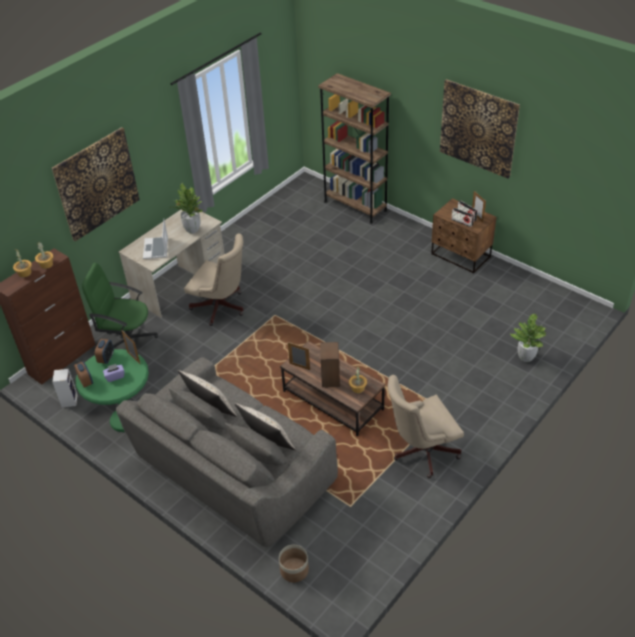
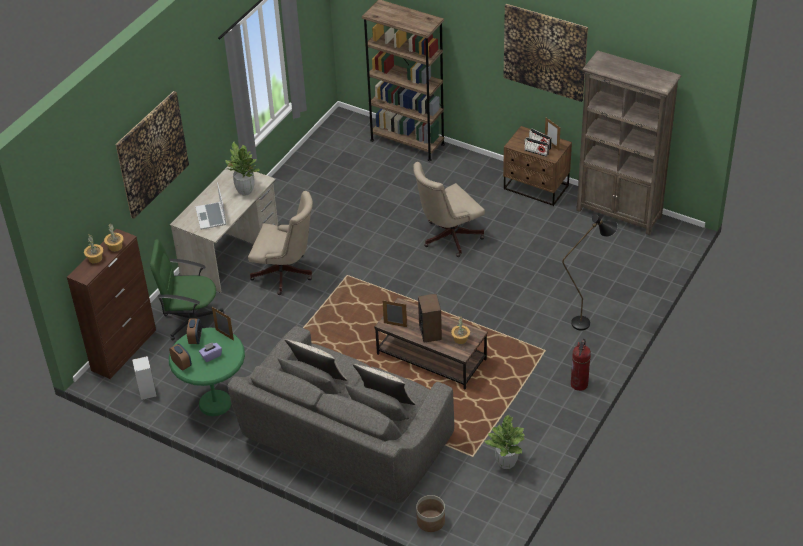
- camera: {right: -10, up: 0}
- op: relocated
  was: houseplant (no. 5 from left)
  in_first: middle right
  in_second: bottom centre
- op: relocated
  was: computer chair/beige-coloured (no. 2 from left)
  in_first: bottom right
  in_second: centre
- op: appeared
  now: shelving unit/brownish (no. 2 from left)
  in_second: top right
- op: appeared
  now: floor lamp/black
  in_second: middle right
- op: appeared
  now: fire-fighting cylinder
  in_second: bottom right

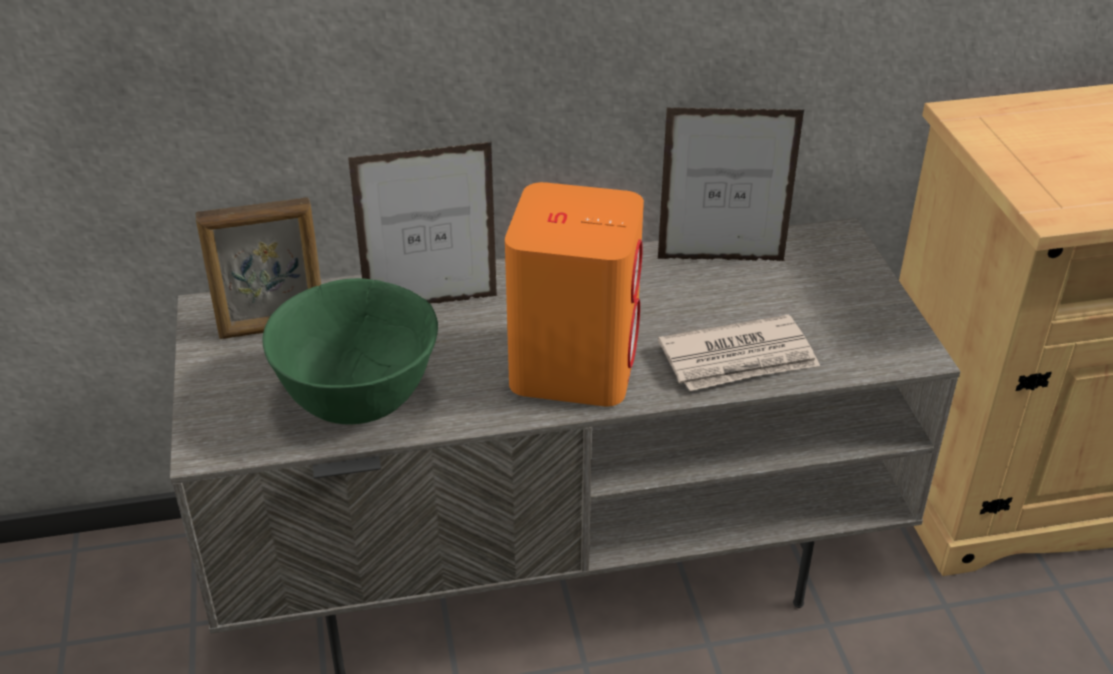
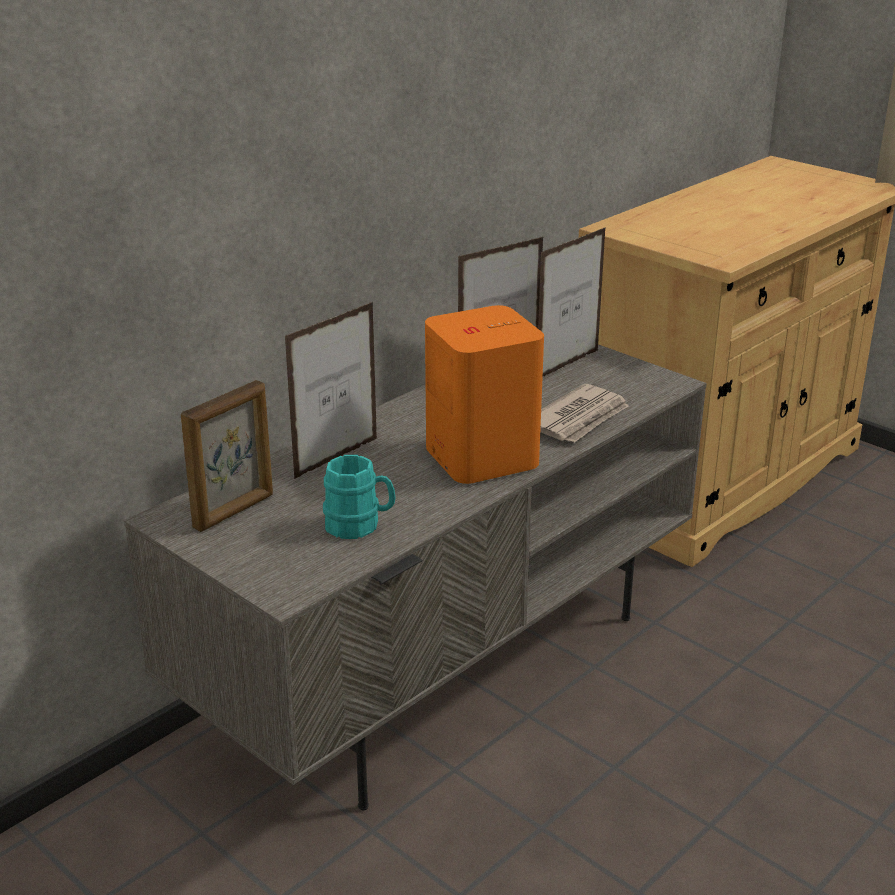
- camera: {right: -35, up: -10}
- op: exchanged
  was: bowl/greenish
  now: tea mug/turquoise-coloured
  in_first: middle left
  in_second: centre
- op: appeared
  now: picture frame (no. 4 from left)
  in_second: centre

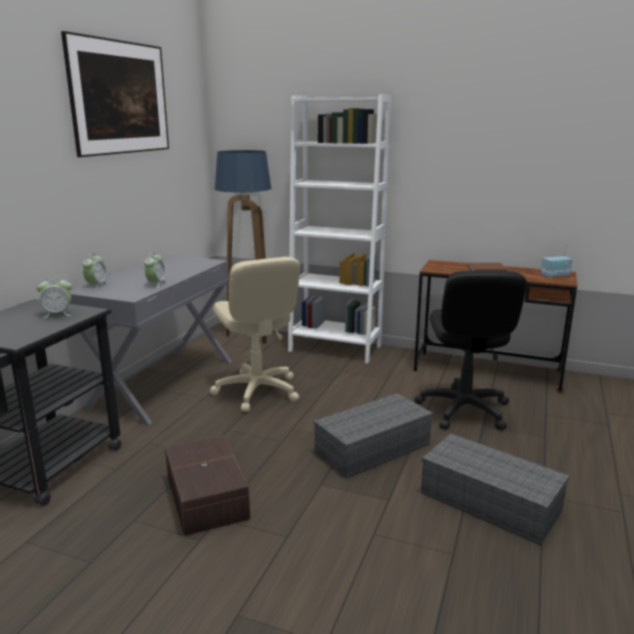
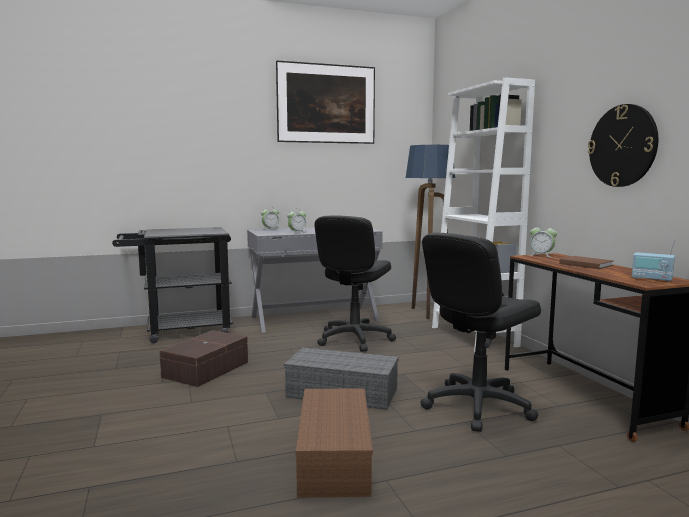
- camera: {right: 50, up: -10}
- op: colour
  was: computer chair/beige-coloured
  now: computer chair/black (no. 1 from left)
  in_first: centre
  in_second: centre
- op: relocated
  was: bedside clock (no. 1 from left in the first image)
  now: bedside clock (no. 3 from left)
  in_first: middle left
  in_second: middle right
- op: colour
  was: storage box/greyish (no. 2 from left)
  now: storage box/brownish (no. 2 from left)
  in_first: bottom right
  in_second: bottom centre
- op: appeared
  now: wall clock
  in_second: top right

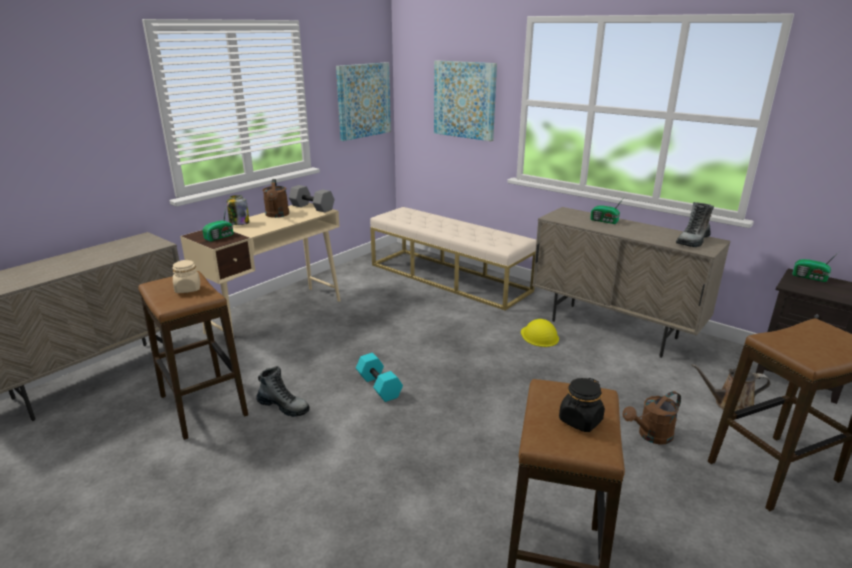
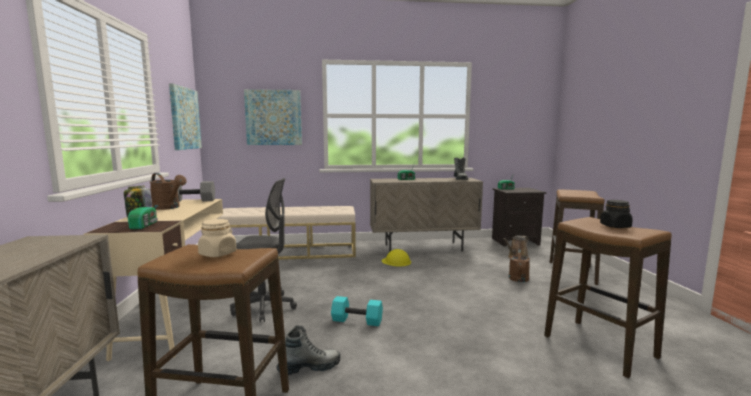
- camera: {right: -45, up: -15}
- op: appeared
  now: computer chair/greyish
  in_second: centre

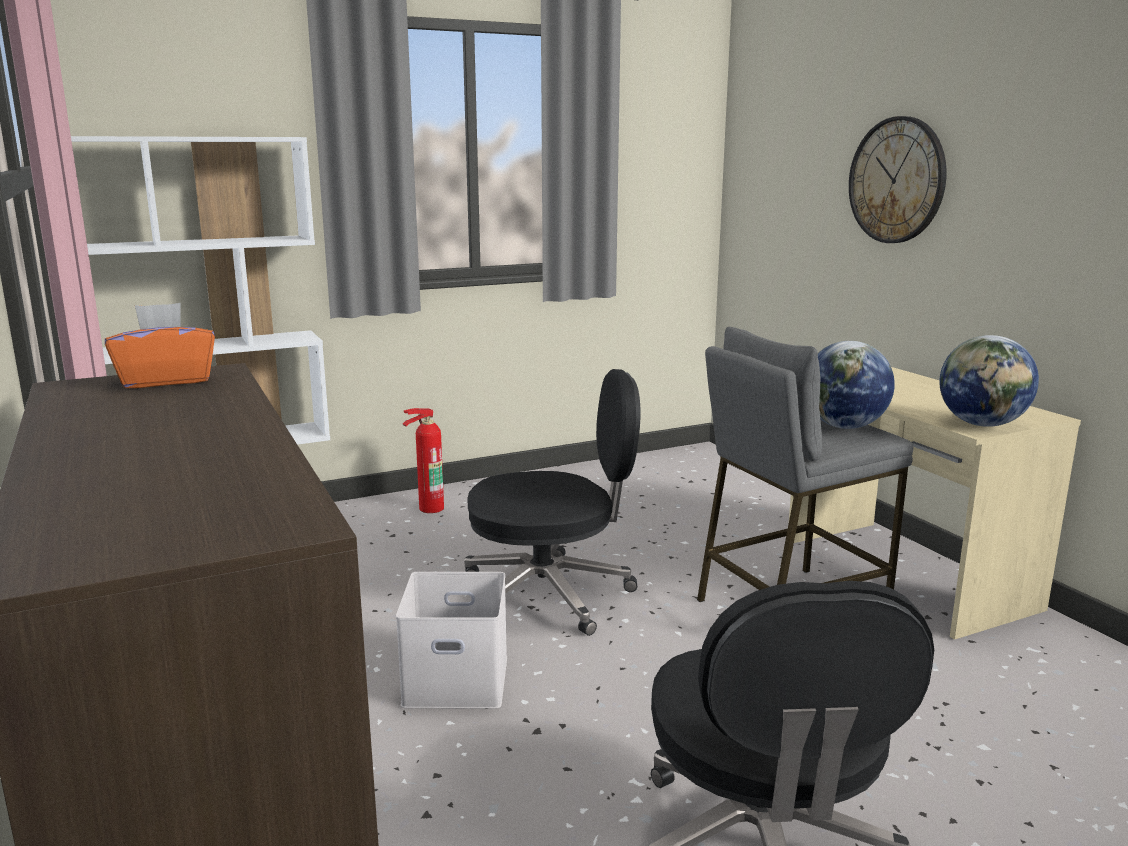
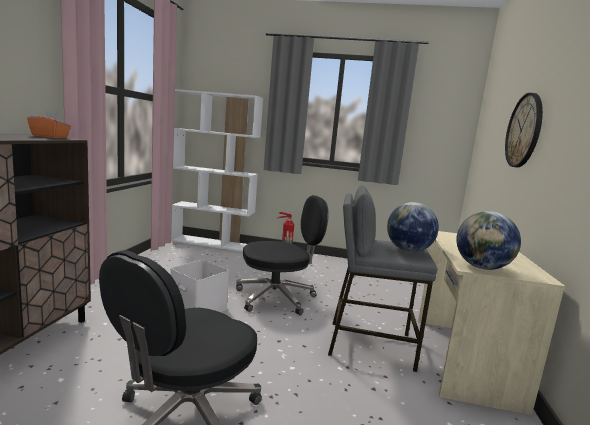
- camera: {right: 35, up: -5}
- op: spun
  was: computer chair/black (no. 1 from left in the first image)
  in_first: centre
  in_second: centre
  clockwise: -45

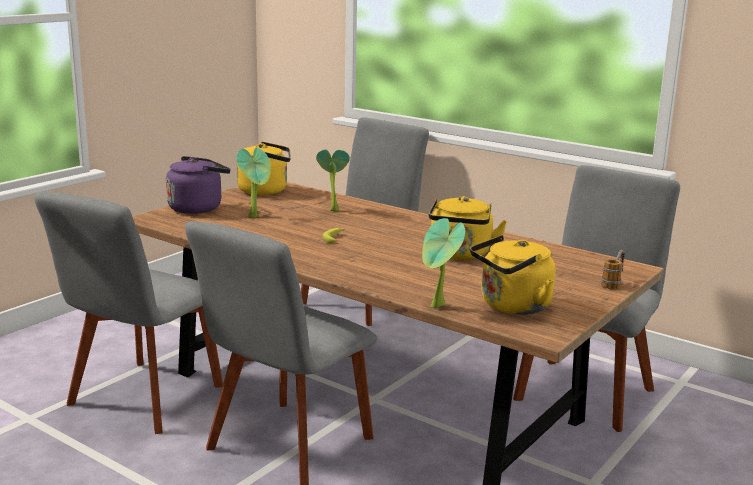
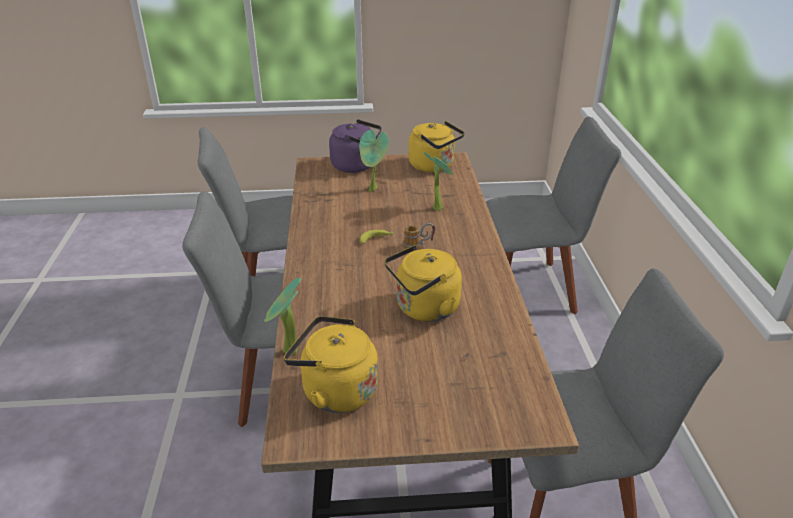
- camera: {right: 50, up: 15}
- op: relocated
  was: tea mug
  in_first: middle right
  in_second: centre

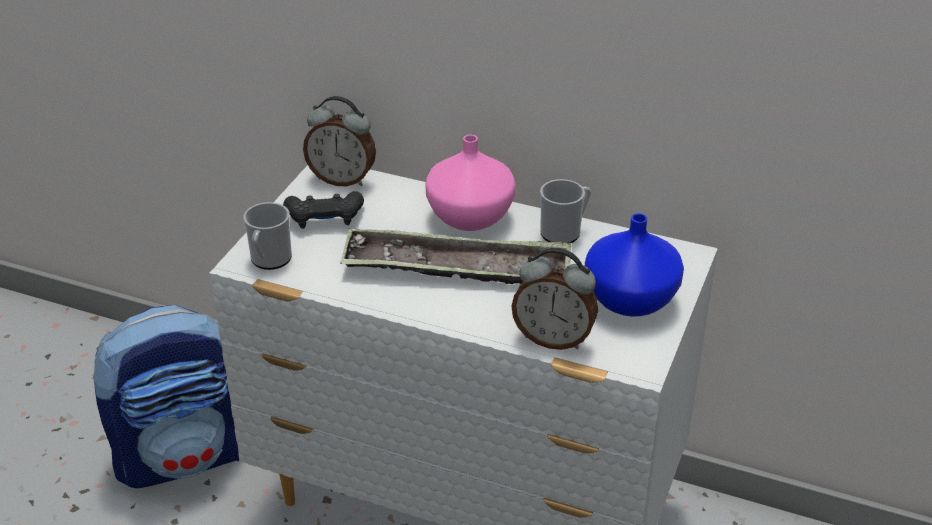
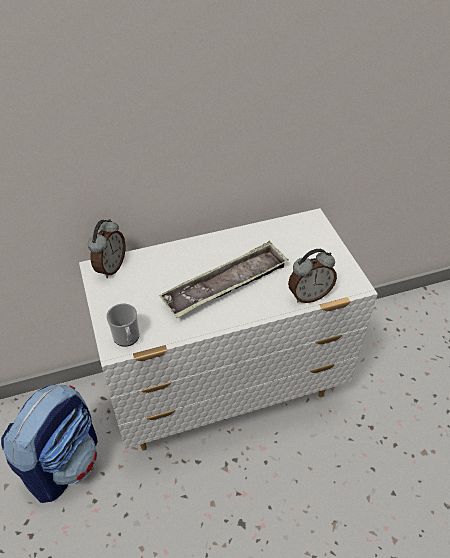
- camera: {right: -40, up: 10}
- op: spun
  was: bedside clock (no. 1 from left)
  in_first: top centre
  in_second: middle left
  clockwise: -45
- op: missing
  was: vase/pinkish
  in_first: centre
- op: missing
  was: tea mug (no. 2 from left)
  in_first: centre
- op: missing
  was: joypad/black
  in_first: centre
- op: missing
  was: vase/blue-coloured
  in_first: middle right

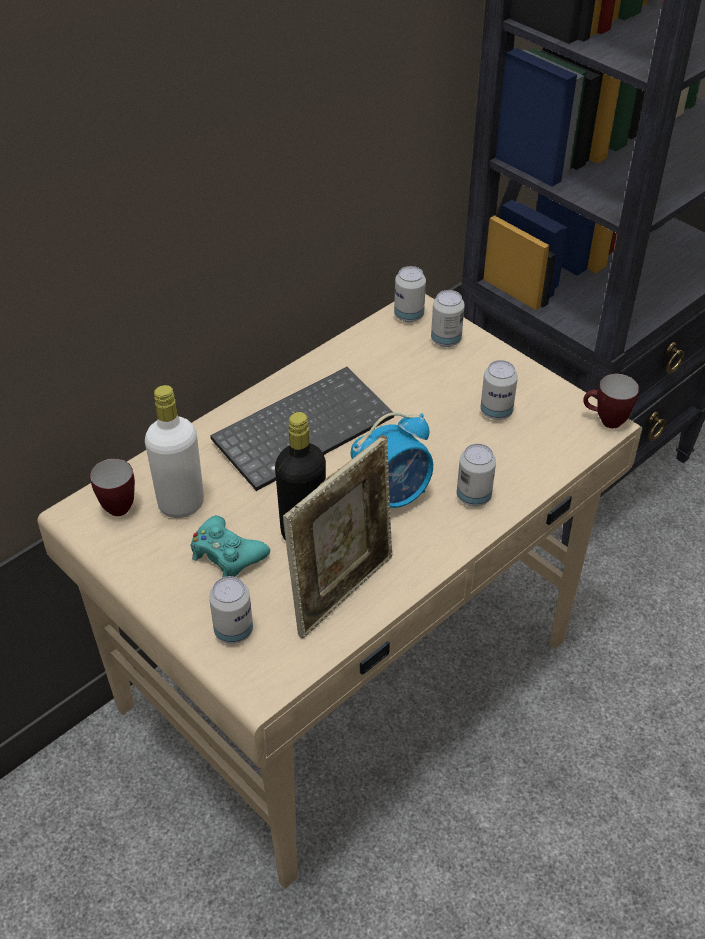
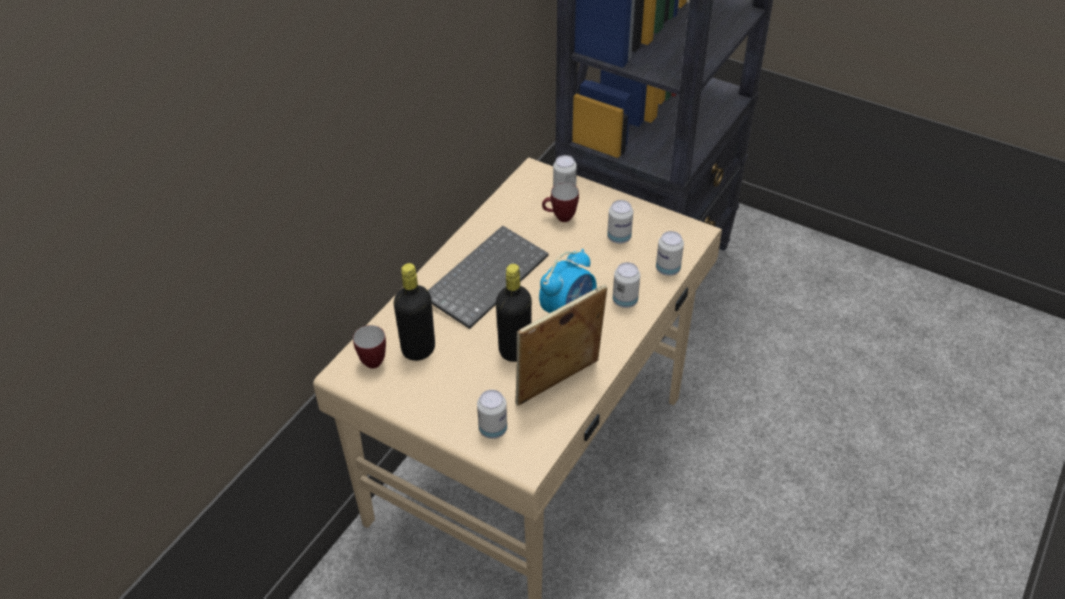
- camera: {right: -15, up: 0}
- op: relocated
  was: sealed can (no. 2 from left in the first image)
  now: sealed can (no. 5 from left)
  in_first: top centre
  in_second: centre
- op: relocated
  was: tea mug (no. 2 from left)
  in_first: middle right
  in_second: centre
- op: colour
  was: drink bottle/whitish
  now: drink bottle/black (no. 1 from left)
  in_first: middle left
  in_second: centre
- op: spun
  was: picture frame
  in_first: centre
  in_second: centre
  clockwise: -150
- op: missing
  was: joypad/turquoise-coloured
  in_first: middle left

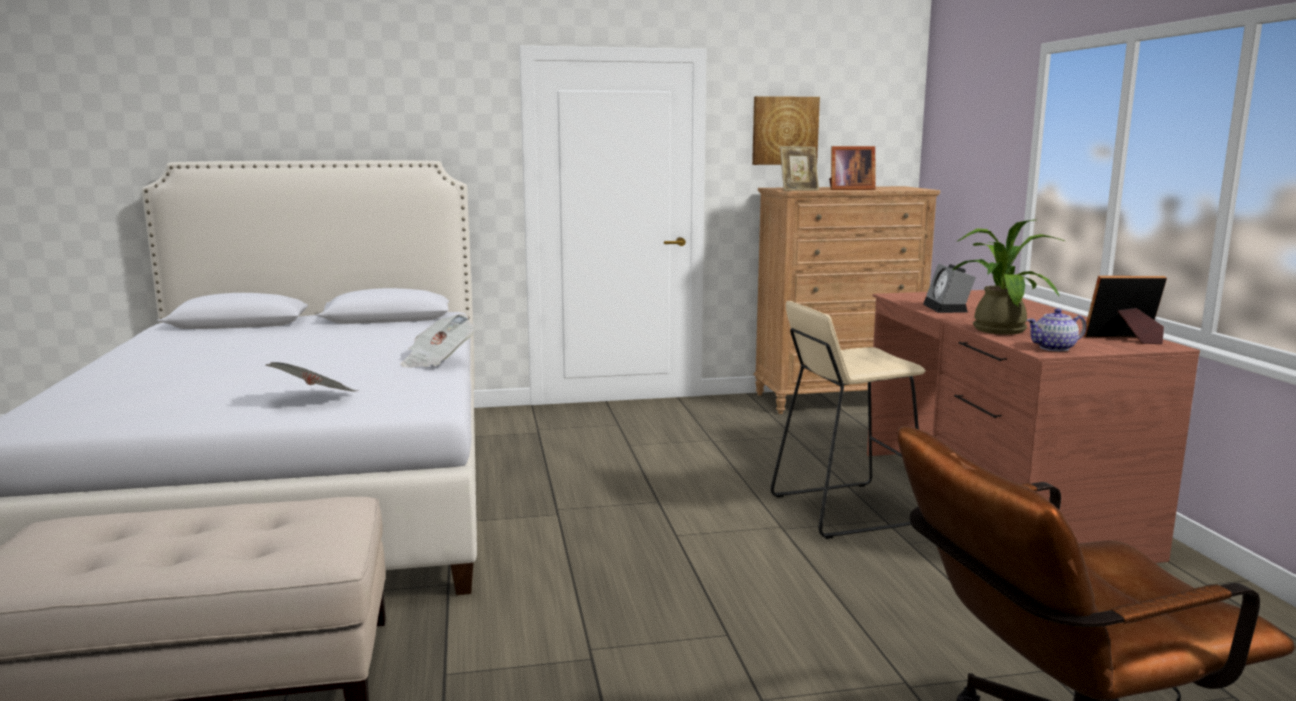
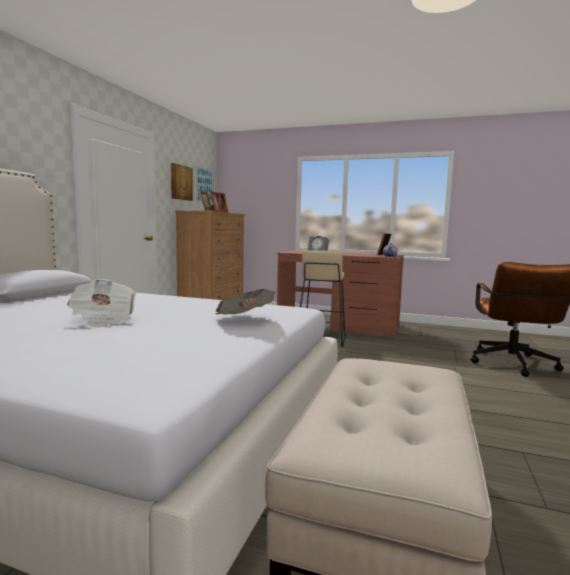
- camera: {right: -60, up: -5}
- op: missing
  was: houseplant
  in_first: middle right
- op: relocated
  was: newspaper (no. 2 from left in the first image)
  now: newspaper (no. 1 from left)
  in_first: centre
  in_second: middle left
- op: appeared
  now: picture (no. 2 from left)
  in_second: top centre

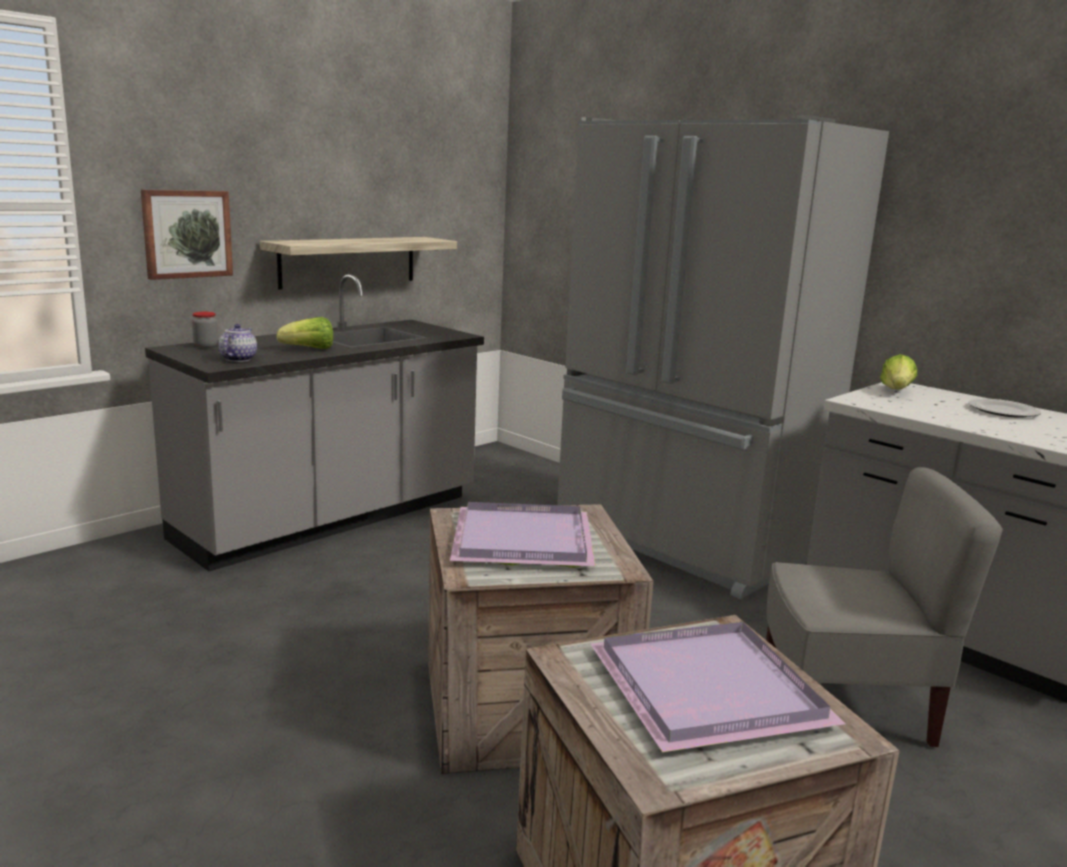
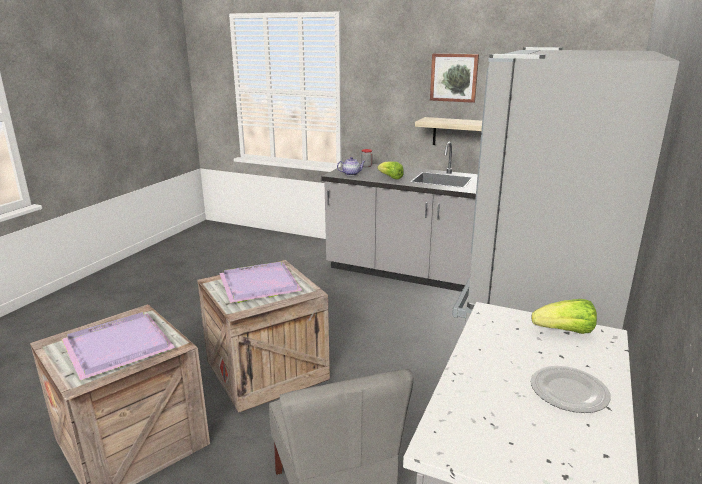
- camera: {right: 70, up: 5}
- op: relocated
  was: picture
  in_first: top left
  in_second: top centre

